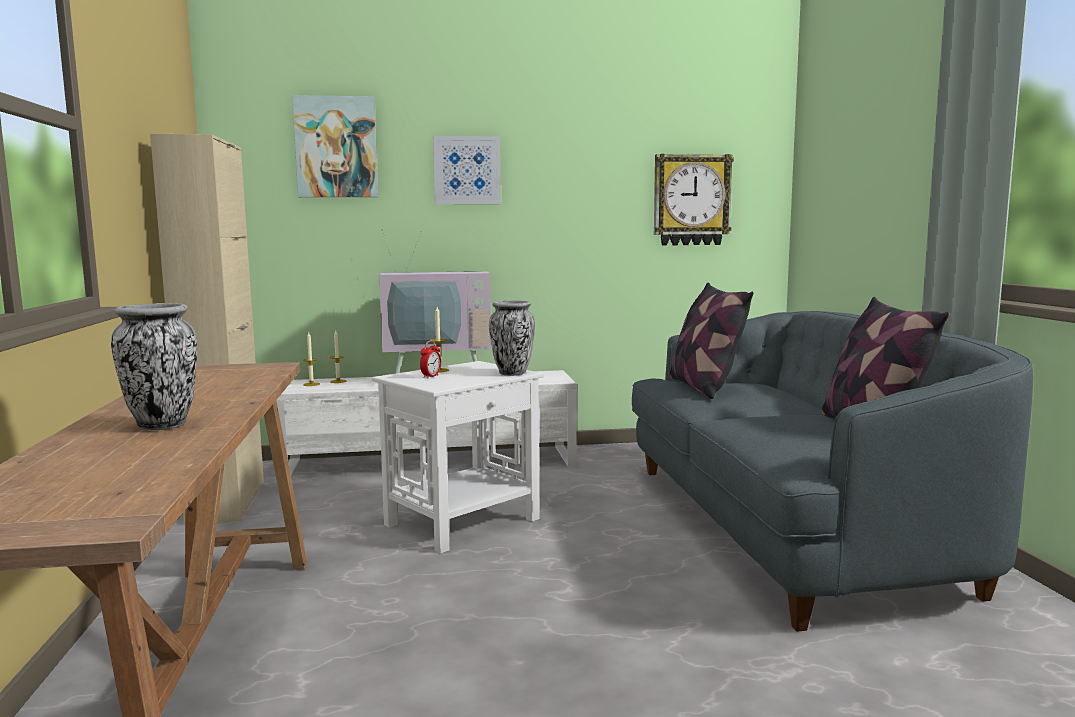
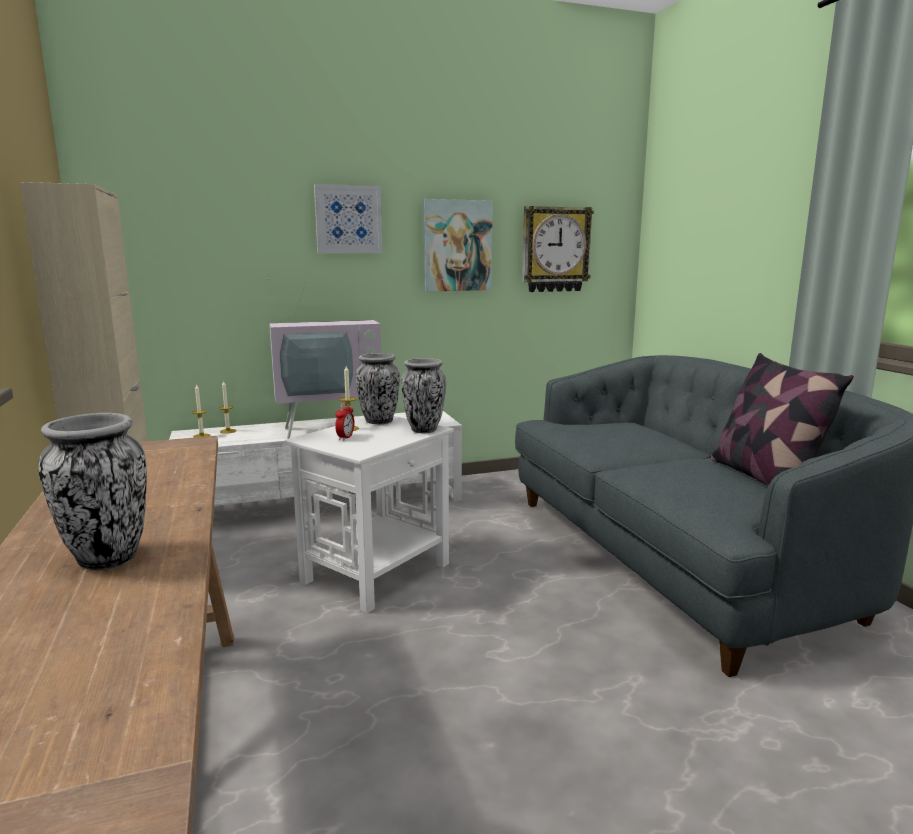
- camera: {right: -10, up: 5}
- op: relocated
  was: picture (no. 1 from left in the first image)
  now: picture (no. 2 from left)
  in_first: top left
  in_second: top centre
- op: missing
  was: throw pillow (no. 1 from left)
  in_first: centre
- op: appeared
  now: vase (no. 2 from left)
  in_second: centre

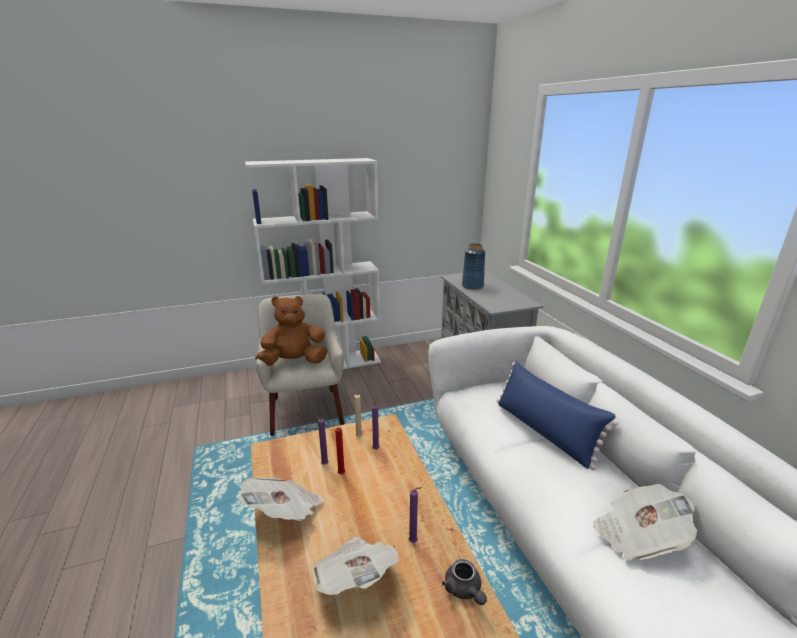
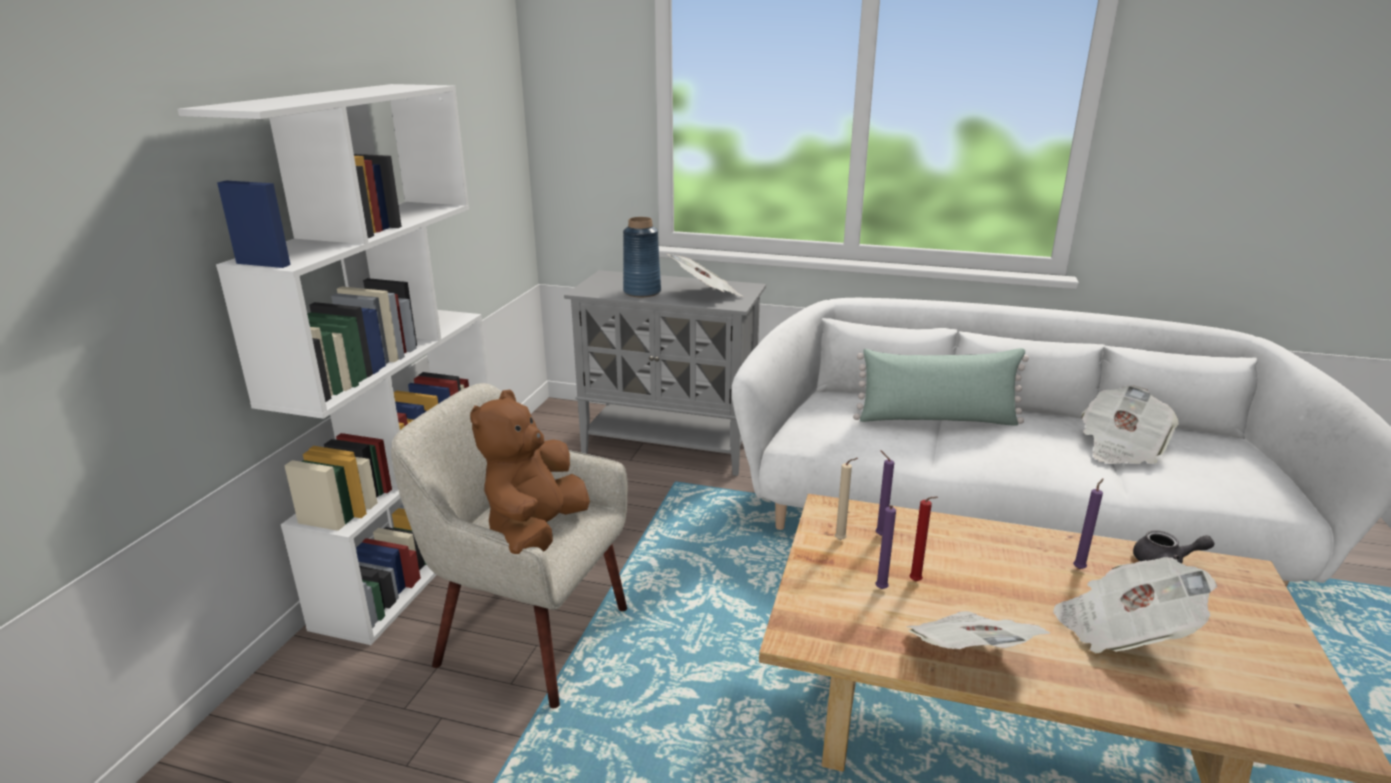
- camera: {right: -55, up: 0}
- op: colour
  was: throw pillow/blue-coloured
  now: throw pillow/greenish
  in_first: middle right
  in_second: middle right
- op: appeared
  now: newspaper (no. 1 from left)
  in_second: centre

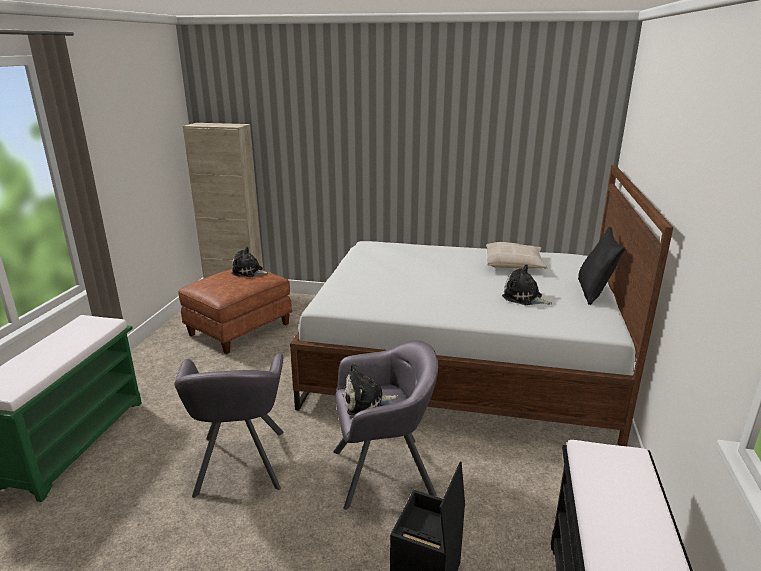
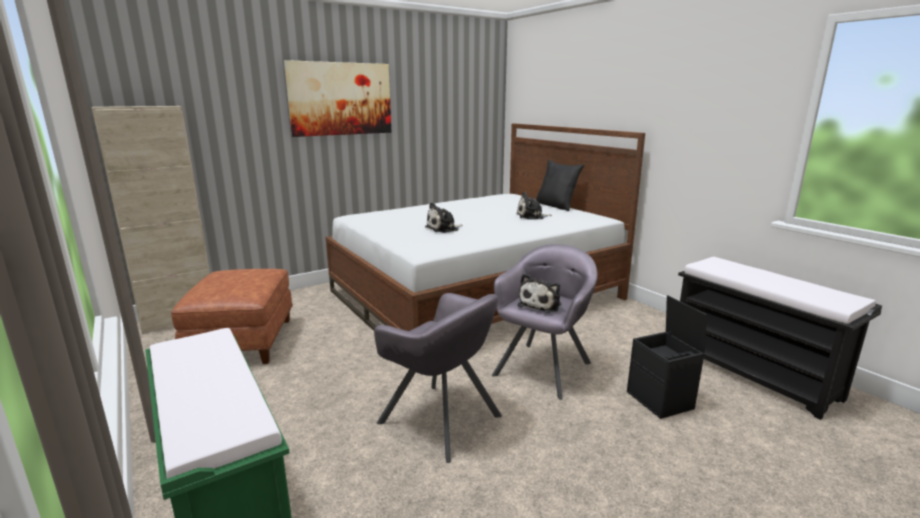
- camera: {right: -45, up: -5}
- op: missing
  was: throw pillow/beige-coloured
  in_first: middle right
- op: relocated
  was: soft toy (no. 1 from left)
  in_first: middle left
  in_second: centre
- op: appeared
  now: picture
  in_second: top centre

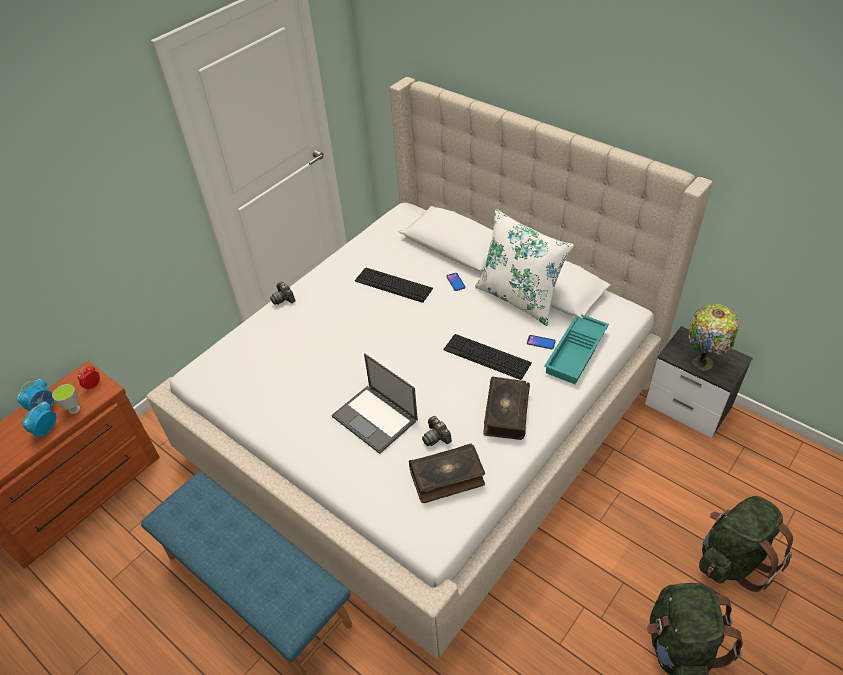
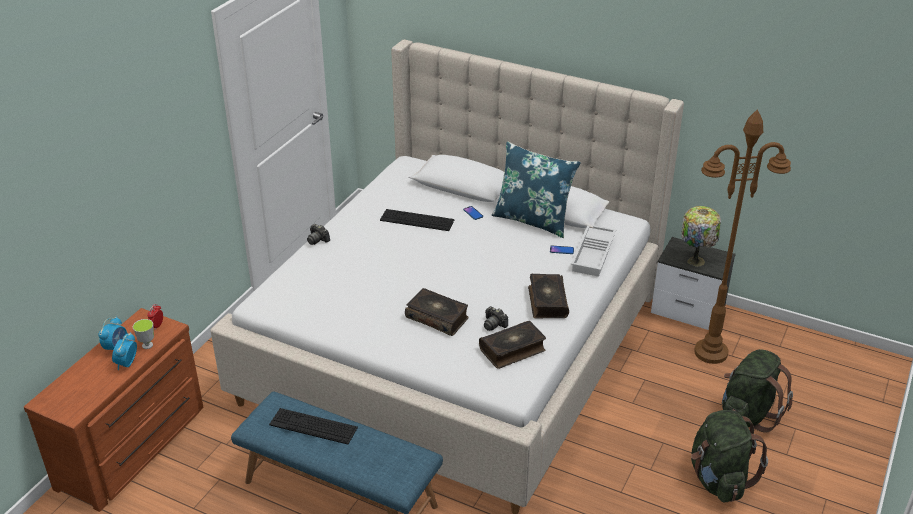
- camera: {right: -15, up: -10}
- op: colour
  was: throw pillow/whitish
  now: throw pillow/blue-coloured
  in_first: centre
  in_second: centre
- op: colour
  was: tray/turquoise-coloured
  now: tray/whitish
  in_first: middle right
  in_second: centre
- op: relocated
  was: PC keyboard (no. 2 from left in the first image)
  now: PC keyboard (no. 1 from left)
  in_first: centre
  in_second: bottom centre
- op: exchanged
  was: portable computer
  now: volume (no. 1 from left)
  in_first: centre
  in_second: centre
- op: appeared
  now: floor lamp/brownish
  in_second: middle right

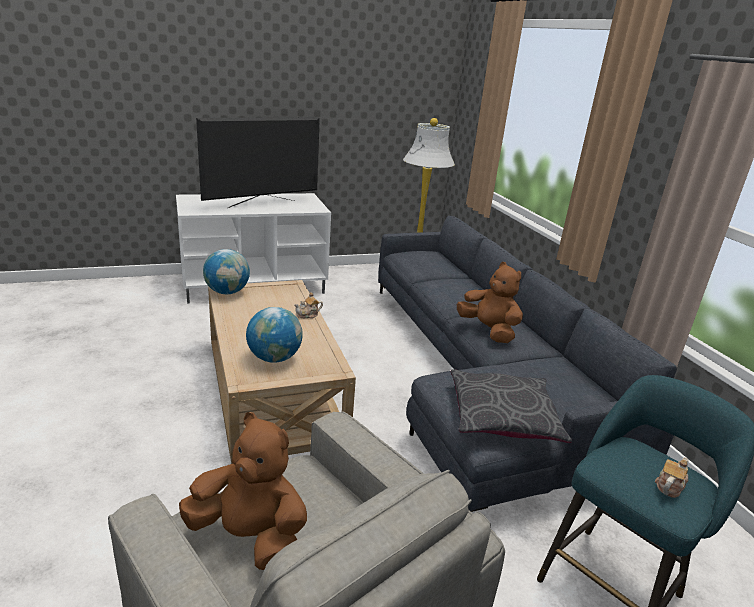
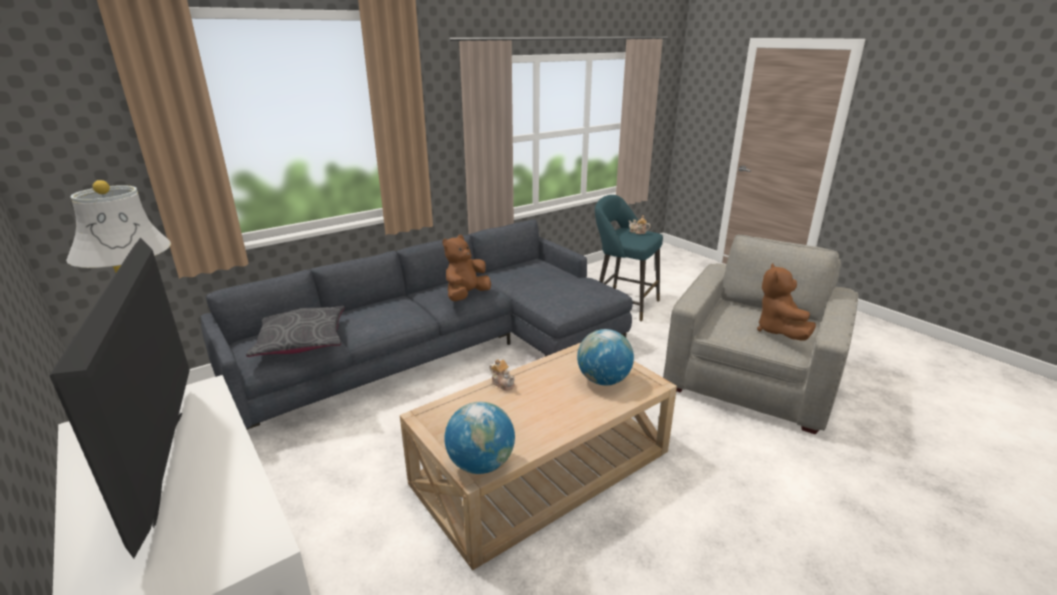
- camera: {right: -105, up: 0}
- op: spun
  was: TV
  in_first: top centre
  in_second: bottom left
  clockwise: -150
- op: relocated
  was: throw pillow/greyish
  in_first: bottom right
  in_second: middle left

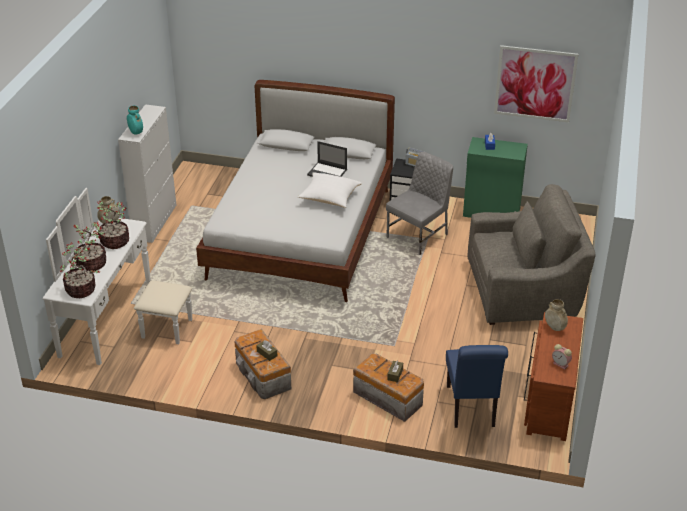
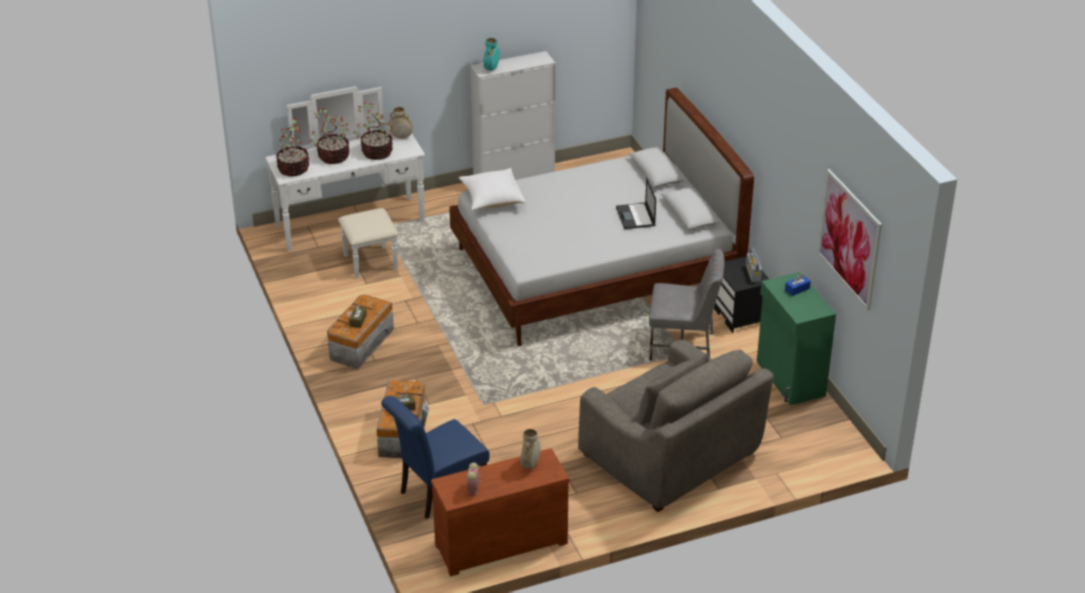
- camera: {right: 55, up: 0}
- op: relocated
  was: throw pillow/whitish
  in_first: centre
  in_second: top centre

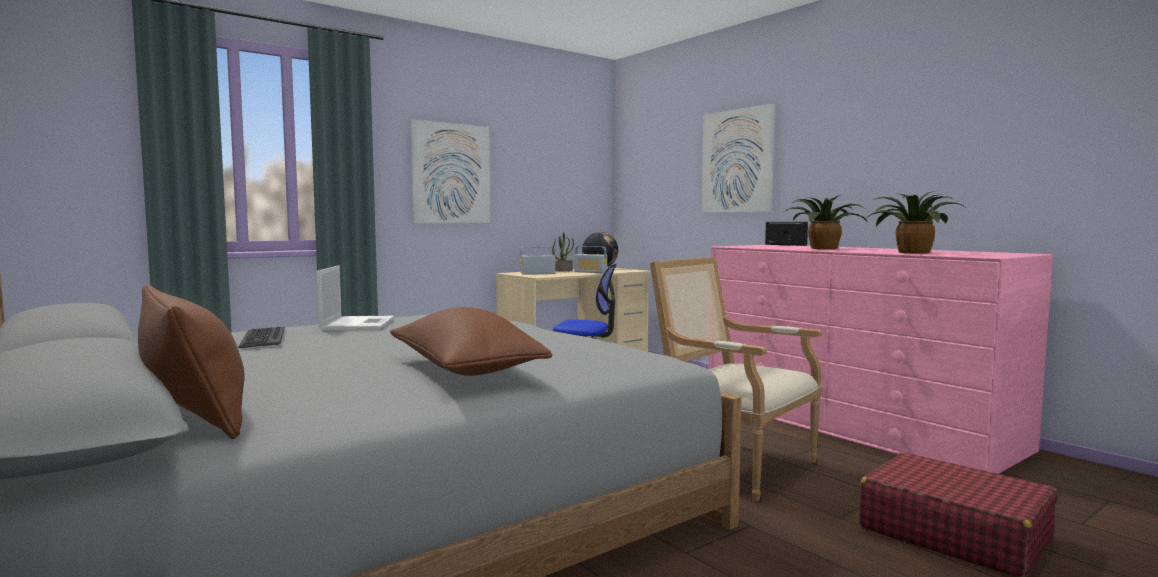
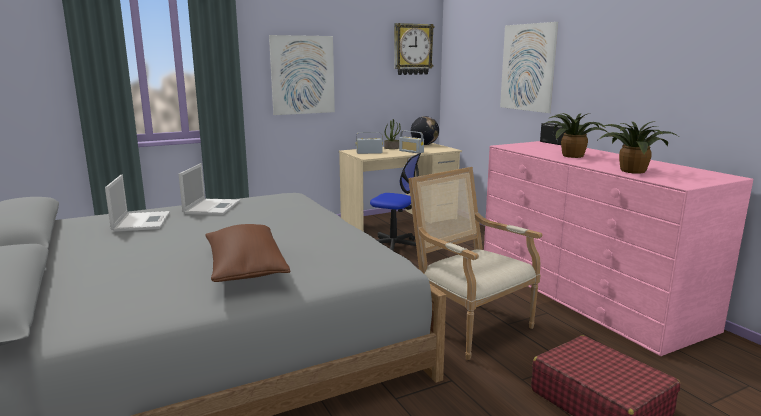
- camera: {right: 10, up: 10}
- op: missing
  was: throw pillow/brownish (no. 1 from left)
  in_first: middle left
- op: exchanged
  was: PC keyboard
  now: portable computer (no. 1 from left)
  in_first: middle left
  in_second: middle left
- op: appeared
  now: wall clock
  in_second: top centre

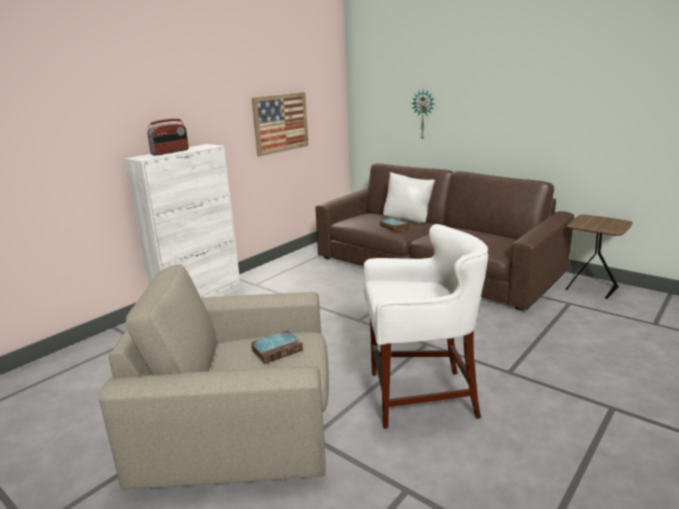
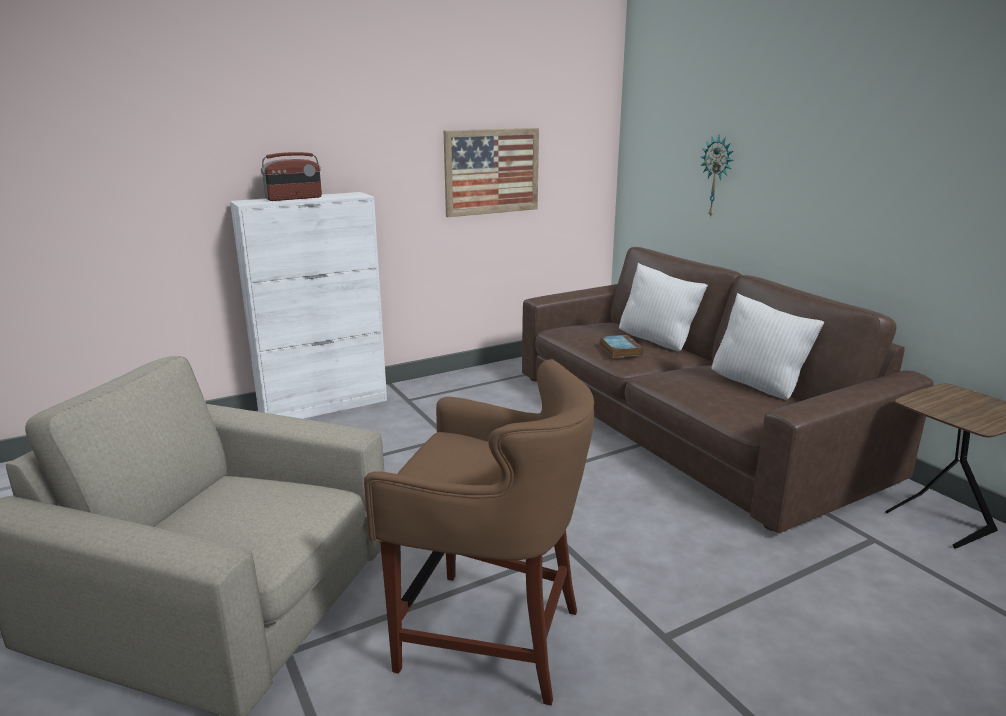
- camera: {right: 20, up: 0}
- op: colour
  was: sitting stool/whitish
  now: sitting stool/brownish
  in_first: centre
  in_second: bottom centre
- op: missing
  was: volume (no. 1 from left)
  in_first: bottom centre
- op: appeared
  now: throw pillow/whitish (no. 2 from left)
  in_second: middle right

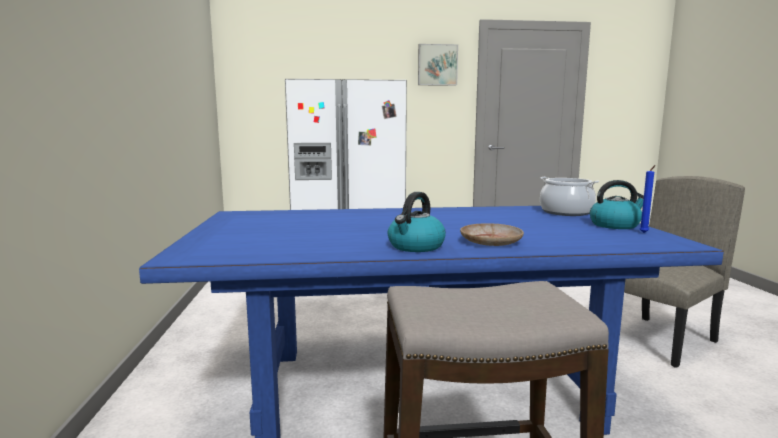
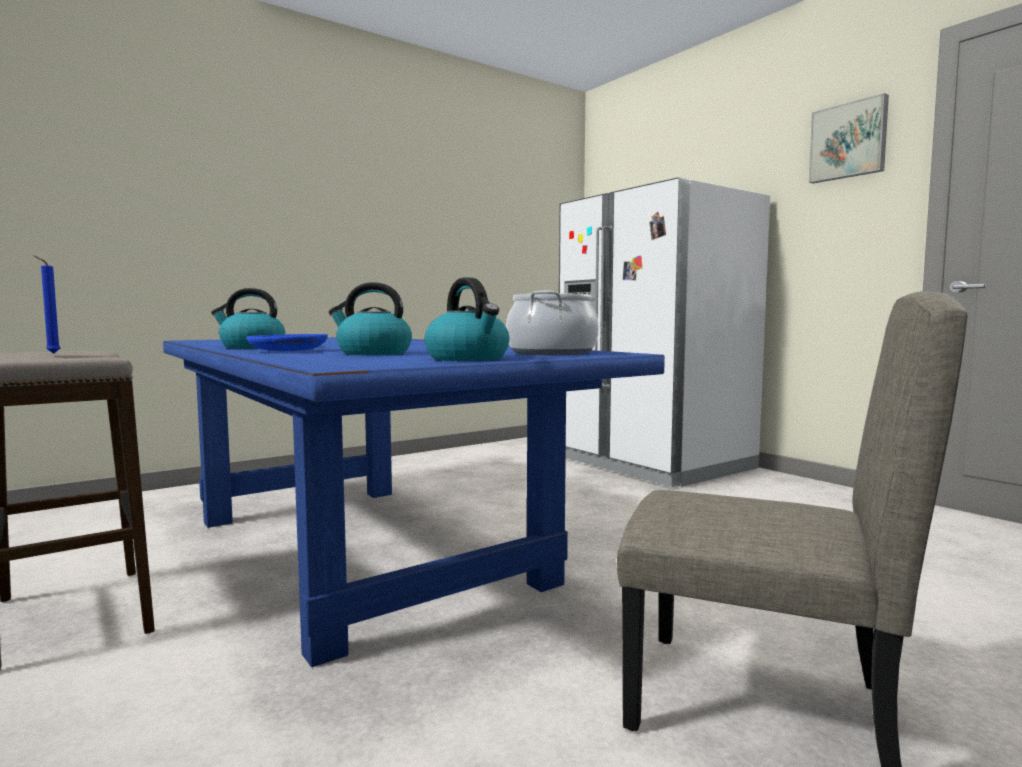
- camera: {right: 60, up: -5}
- op: relocated
  was: candle/blue-coloured
  in_first: middle right
  in_second: middle left
- op: colour
  was: dinner plate/beige-coloured
  now: dinner plate/blue-coloured
  in_first: centre
  in_second: middle left
- op: appeared
  now: tea kettle (no. 2 from left)
  in_second: centre

